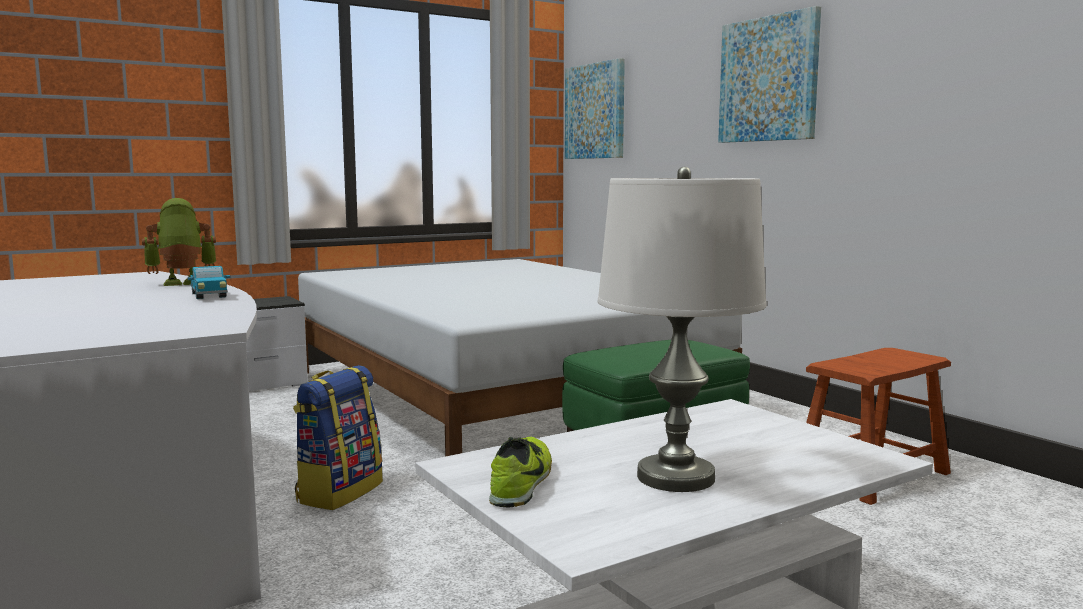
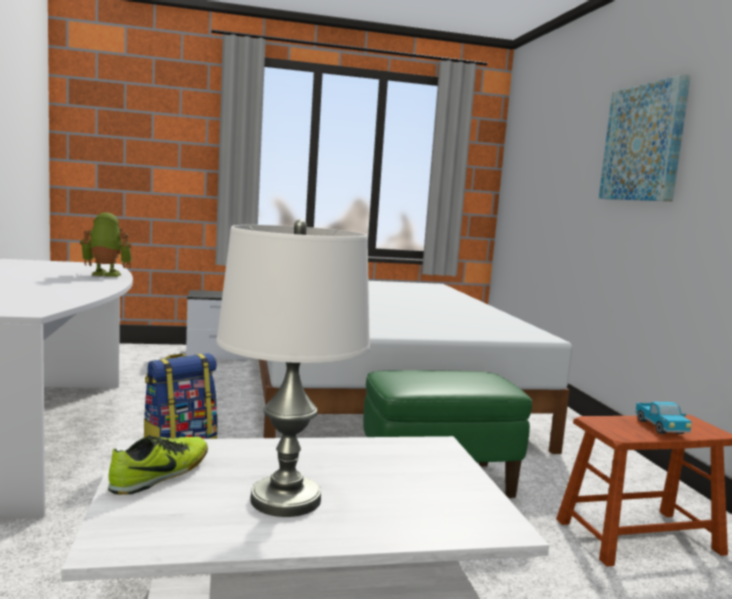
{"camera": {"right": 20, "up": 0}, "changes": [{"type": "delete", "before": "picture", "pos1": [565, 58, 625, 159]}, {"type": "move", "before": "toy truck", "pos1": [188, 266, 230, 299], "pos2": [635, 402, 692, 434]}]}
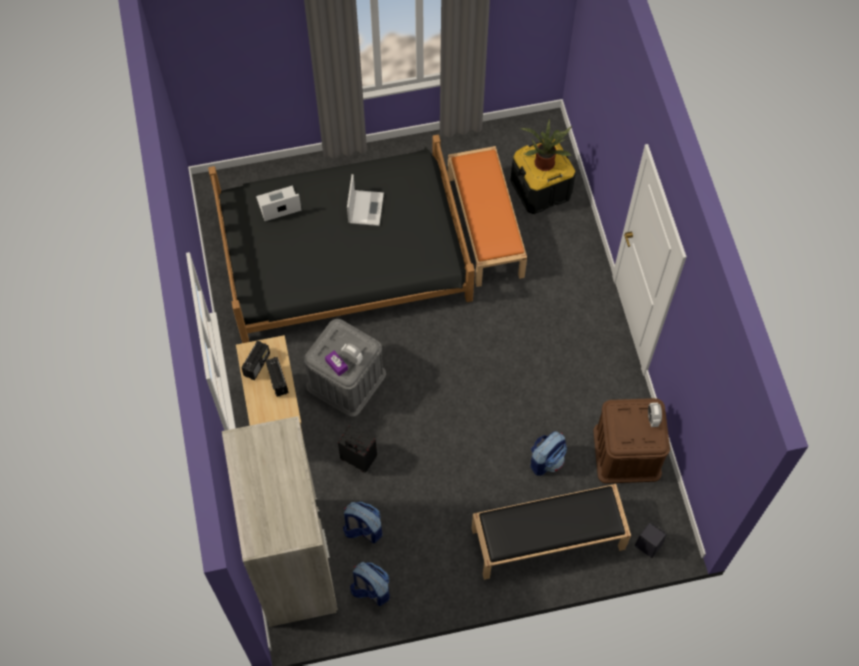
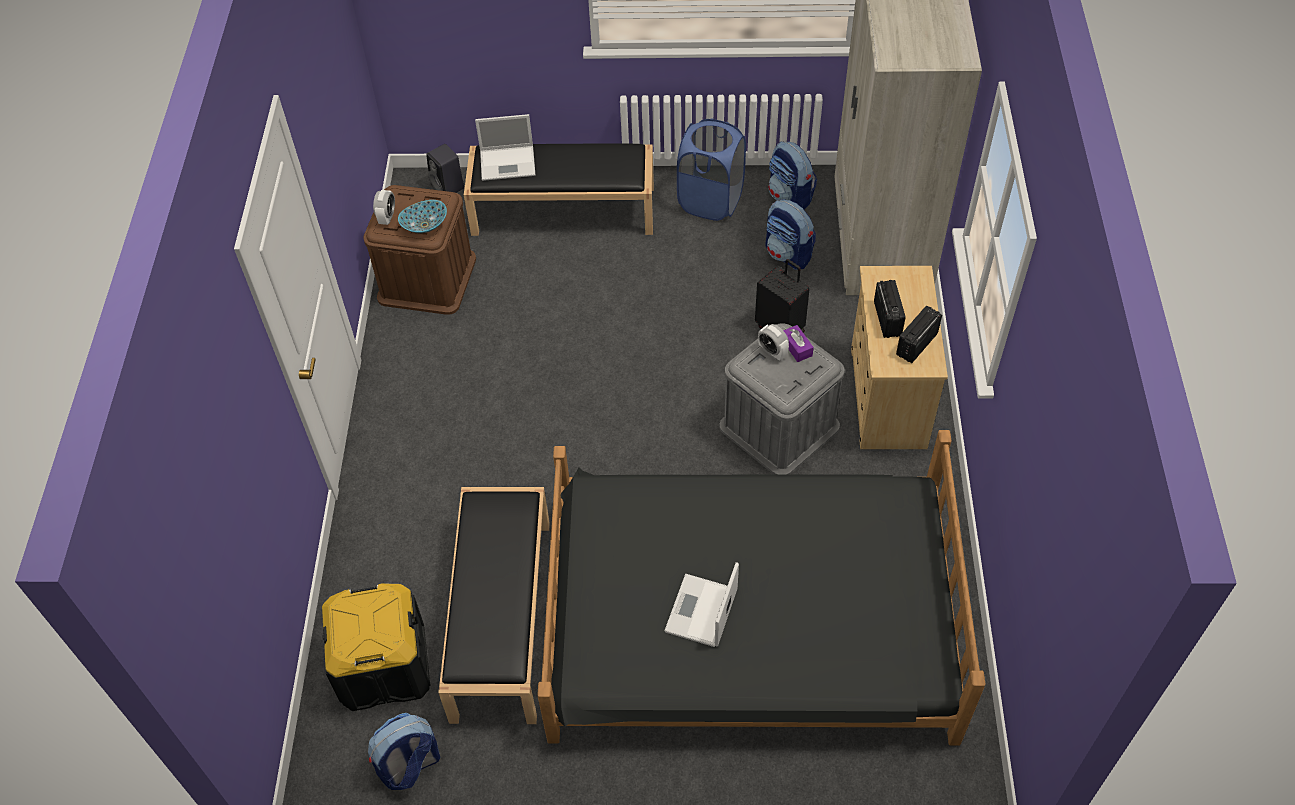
{"camera": {"right": -165, "up": -10}, "changes": [{"type": "delete", "before": "potted plant", "pos1": [520, 118, 572, 171]}, {"type": "recolor", "before": "orange-coloured bench", "after": "black-coloured bench", "pos1": [448, 146, 527, 287], "pos2": [438, 487, 550, 724]}, {"type": "move", "before": "notebook computer", "pos1": [256, 186, 301, 221], "pos2": [475, 114, 536, 181]}, {"type": "move", "before": "knapsack", "pos1": [530, 431, 567, 476], "pos2": [368, 713, 440, 790]}, {"type": "insert", "after": "blue hamper", "pos2": [677, 119, 746, 221]}, {"type": "insert", "after": "serving bowl", "pos2": [398, 200, 447, 233]}]}
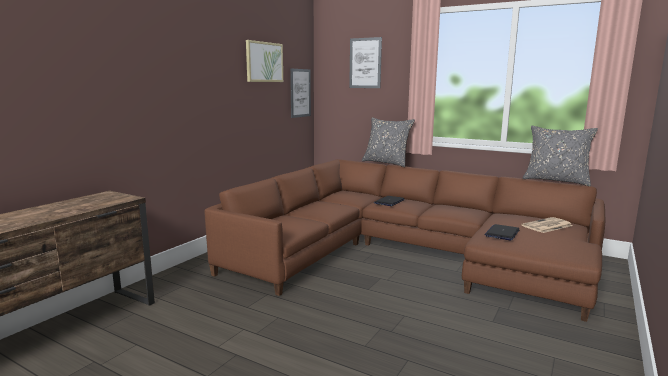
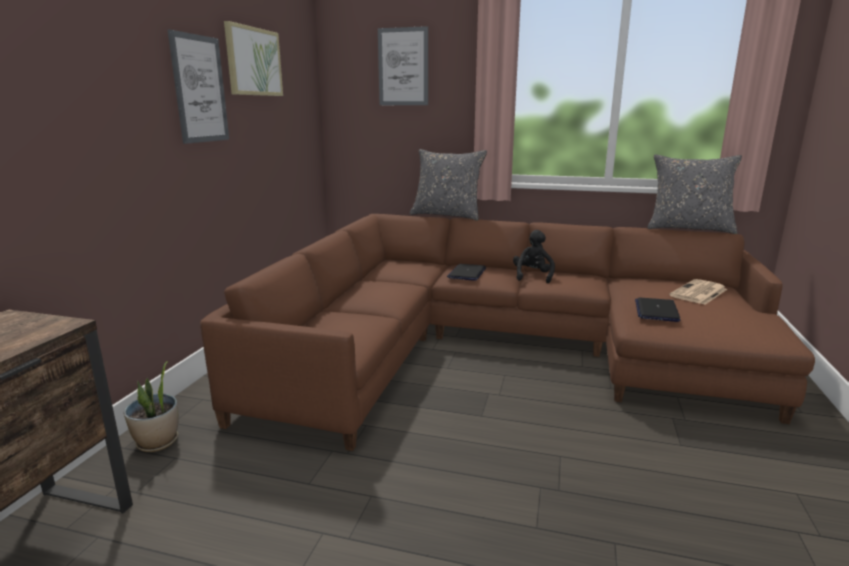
{"camera": {"right": -15, "up": 5}, "changes": [{"type": "move", "before": "picture", "pos1": [290, 69, 311, 118], "pos2": [168, 29, 229, 144]}, {"type": "insert", "after": "black-coloured plush toy", "pos2": [513, 230, 555, 283]}, {"type": "insert", "after": "potted plant", "pos2": [124, 361, 178, 452]}]}
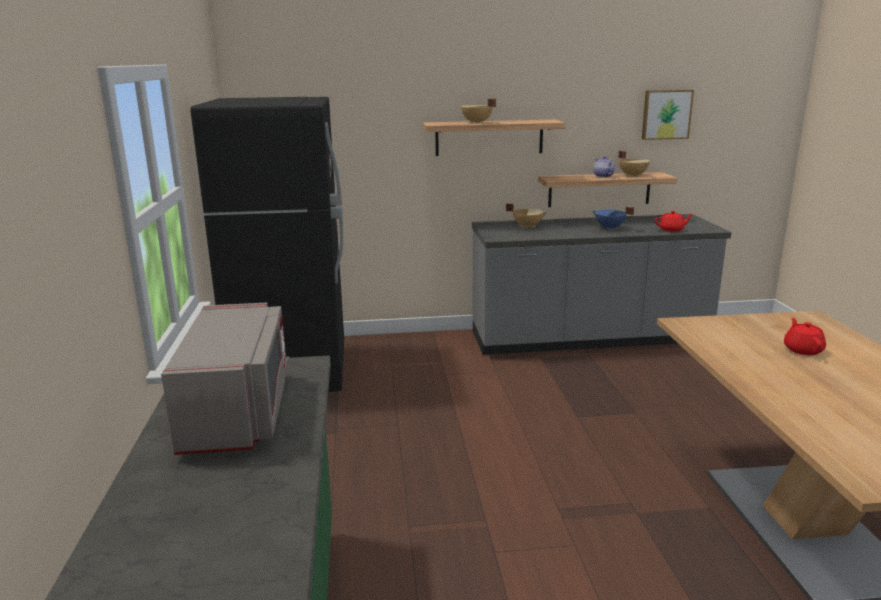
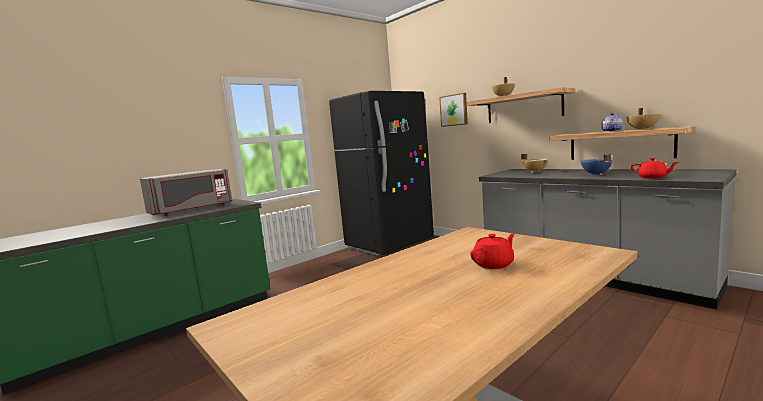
{"camera": {"right": 55, "up": -10}, "changes": [{"type": "move", "before": "picture", "pos1": [642, 90, 694, 140], "pos2": [439, 93, 468, 127]}]}
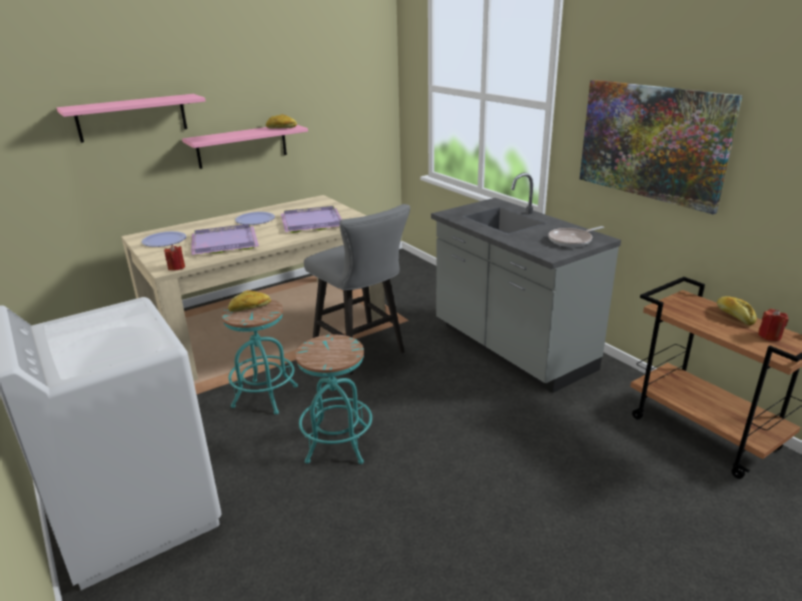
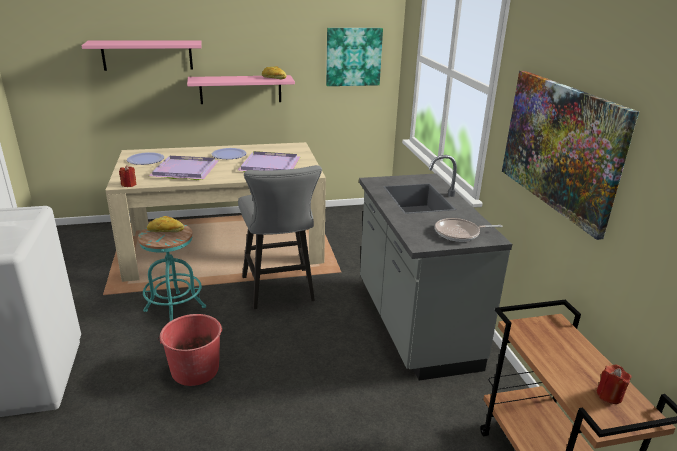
{"camera": {"right": 20, "up": 0}, "changes": [{"type": "delete", "before": "bakery bread", "pos1": [717, 296, 757, 325]}, {"type": "replace", "before": "turquoise-coloured stool", "after": "red water bucket", "pos1": [295, 335, 372, 464], "pos2": [158, 314, 223, 386]}, {"type": "insert", "after": "picture", "pos2": [326, 28, 383, 86]}]}
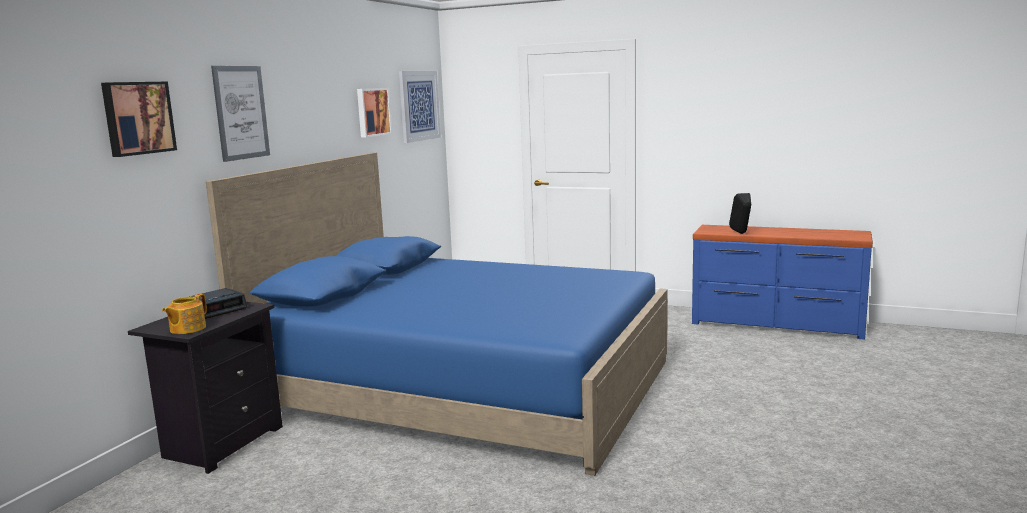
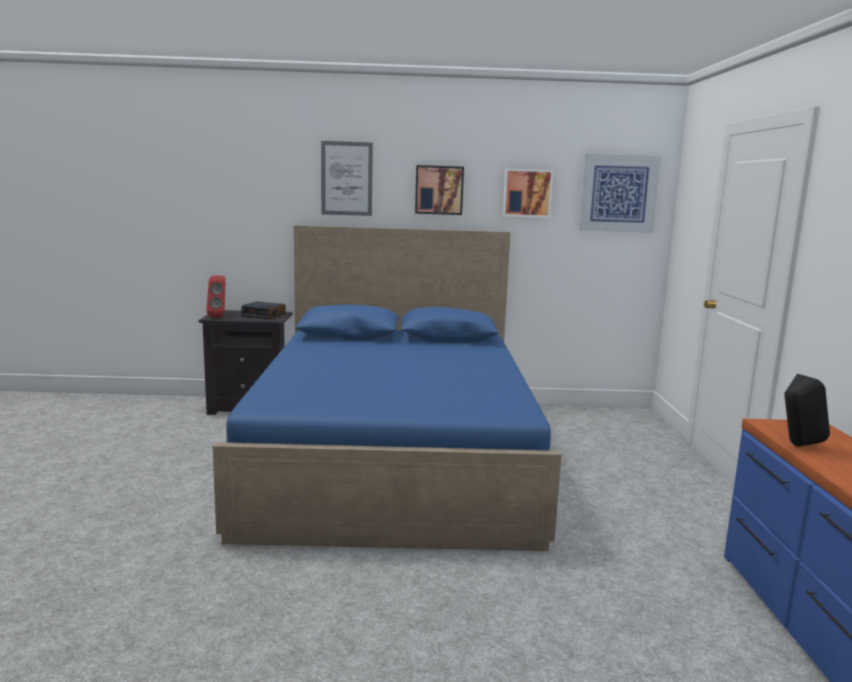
{"camera": {"right": 65, "up": 0}, "changes": [{"type": "move", "before": "picture", "pos1": [101, 82, 177, 157], "pos2": [415, 165, 464, 215]}, {"type": "replace", "before": "teapot", "after": "red audio speaker", "pos1": [162, 294, 207, 334], "pos2": [207, 275, 226, 317]}]}
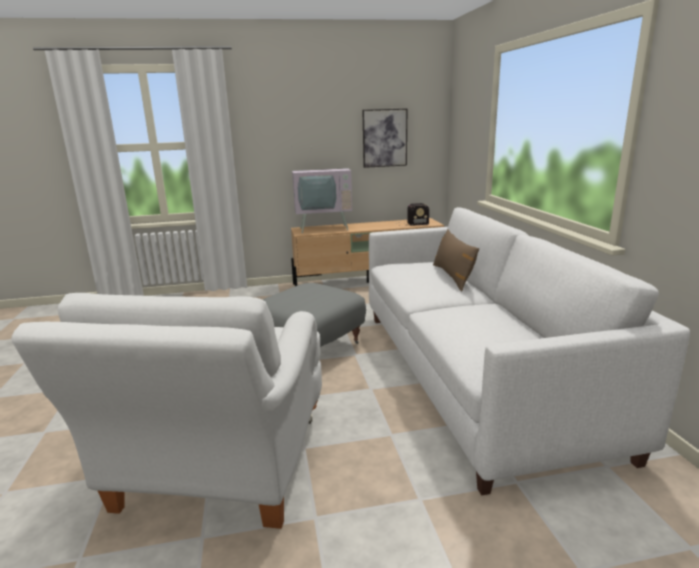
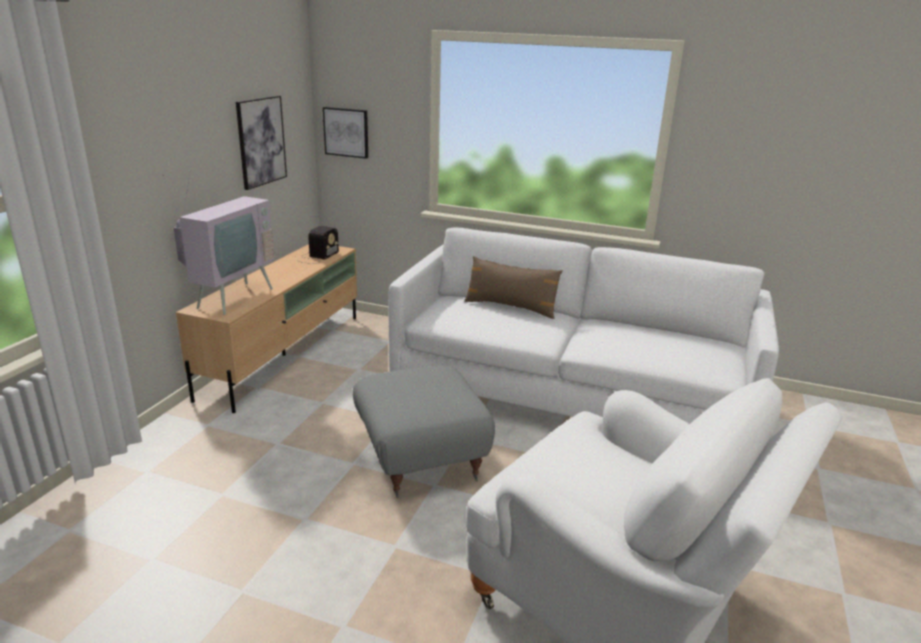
{"camera": {"right": -60, "up": 5}, "changes": [{"type": "insert", "after": "picture", "pos2": [323, 107, 368, 159]}]}
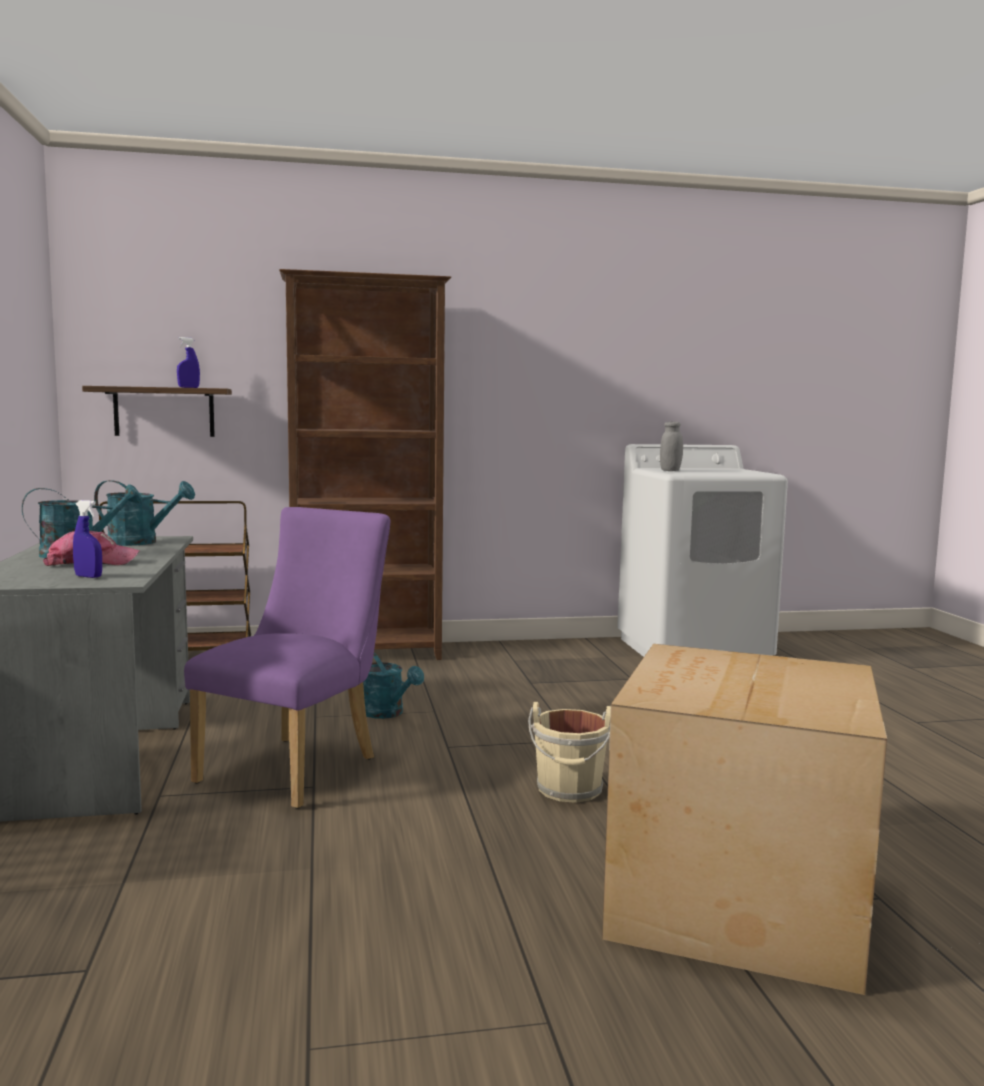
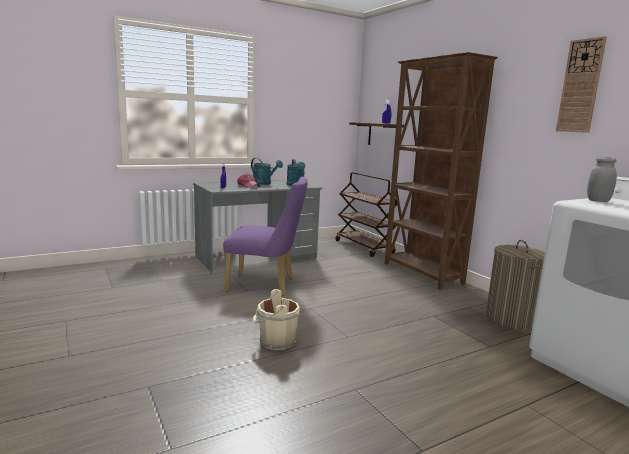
{"camera": {"right": 70, "up": 5}, "changes": [{"type": "delete", "before": "cardboard box", "pos1": [602, 644, 887, 995]}, {"type": "delete", "before": "turquoise-coloured watering can", "pos1": [363, 653, 424, 719]}, {"type": "insert", "after": "hanging clock", "pos2": [556, 36, 607, 133]}, {"type": "insert", "after": "hamper", "pos2": [486, 240, 545, 330]}]}
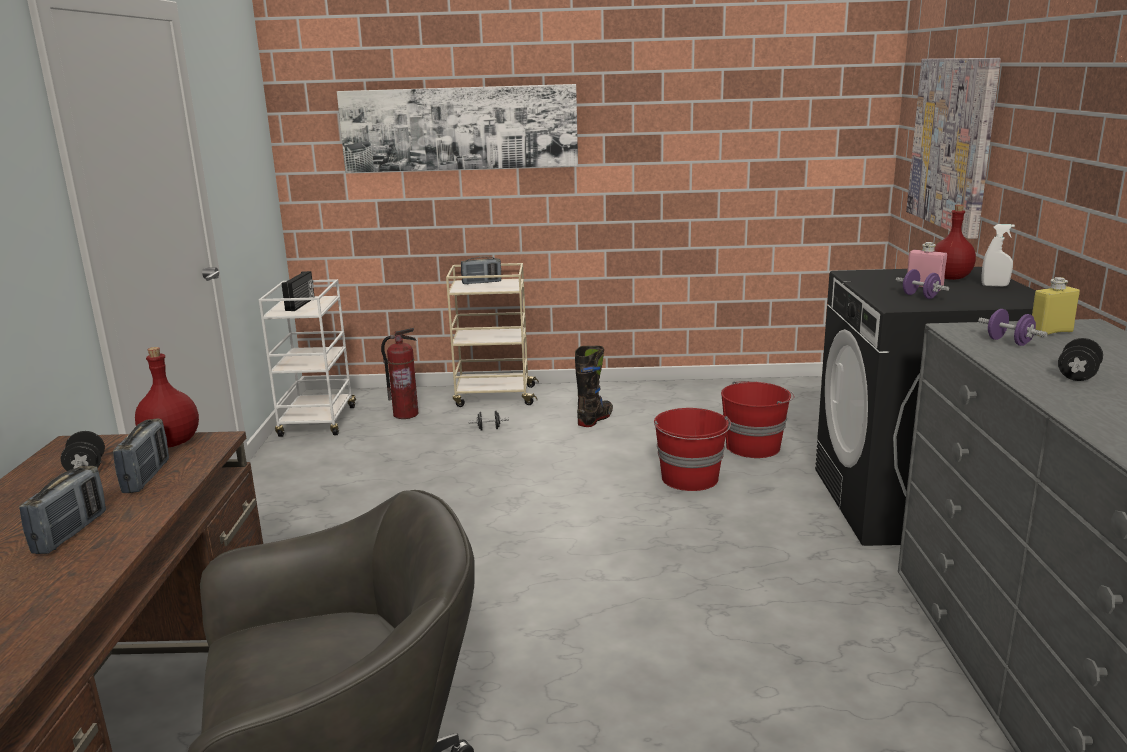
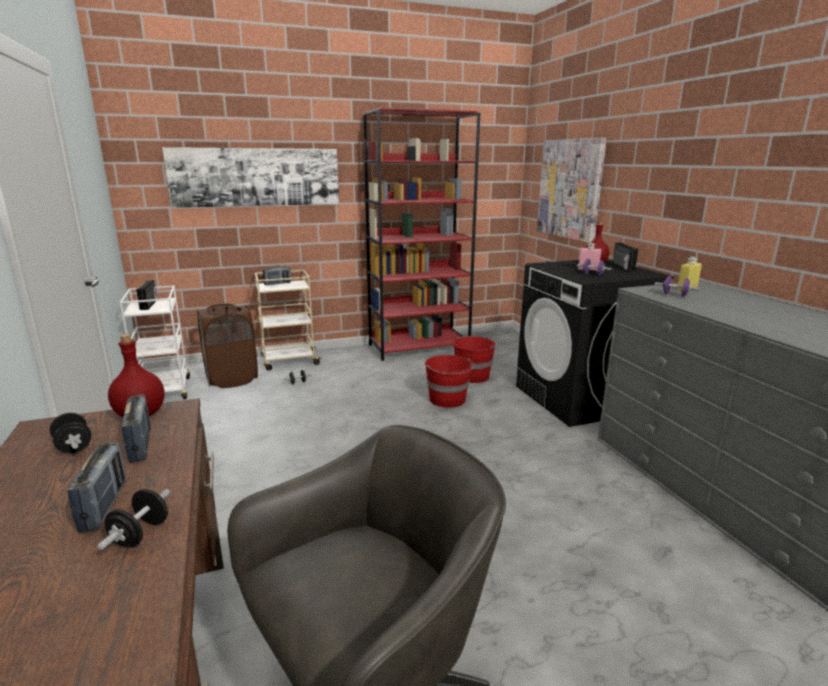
{"camera": {"right": -20, "up": 0}, "changes": [{"type": "replace", "before": "whitish sprayer", "after": "radio", "pos1": [982, 224, 1015, 287], "pos2": [613, 243, 638, 272]}, {"type": "replace", "before": "extinguisher", "after": "brown-coloured hamper", "pos1": [381, 328, 418, 419], "pos2": [197, 303, 258, 388]}, {"type": "move", "before": "black-coloured free weight", "pos1": [1058, 338, 1103, 381], "pos2": [97, 489, 170, 550]}, {"type": "delete", "before": "black-coloured tall boot", "pos1": [575, 346, 613, 427]}, {"type": "insert", "after": "red bookcase", "pos2": [363, 107, 480, 361]}]}
